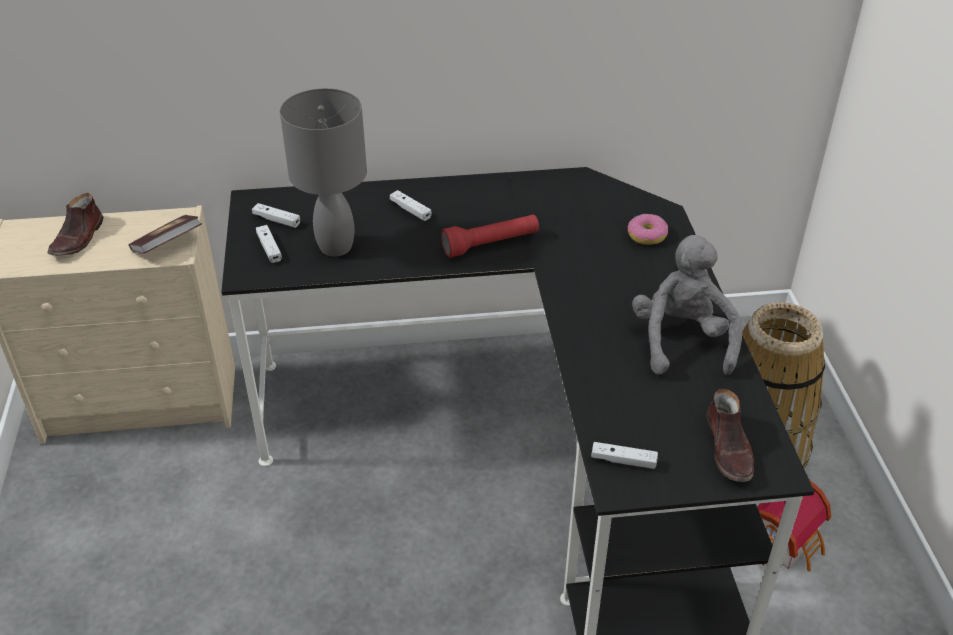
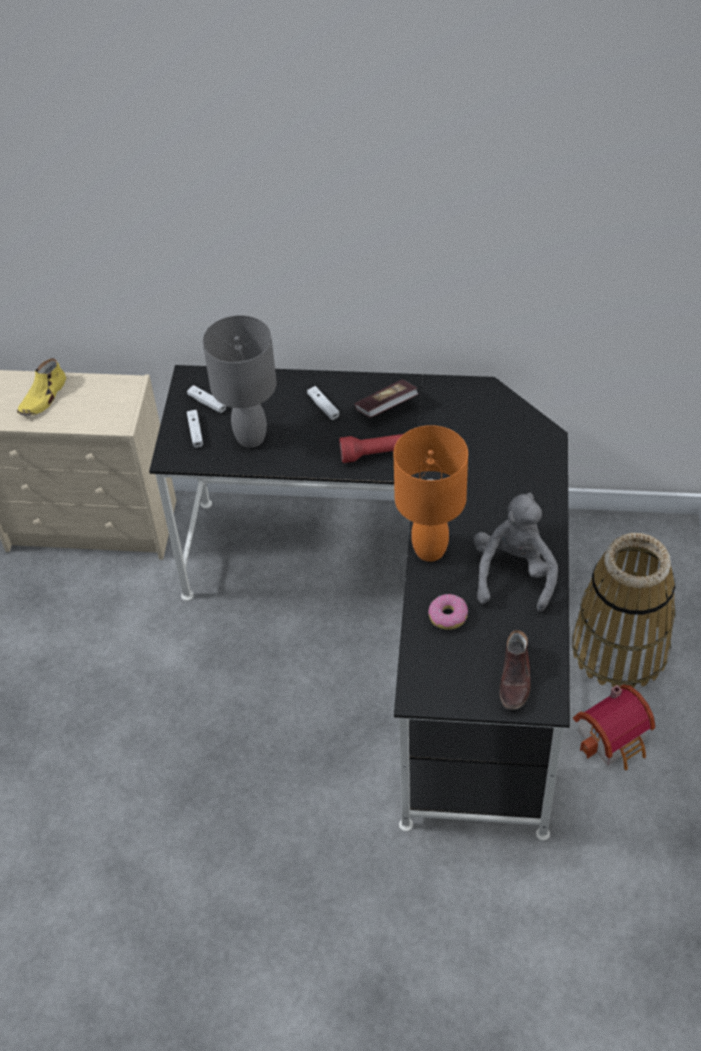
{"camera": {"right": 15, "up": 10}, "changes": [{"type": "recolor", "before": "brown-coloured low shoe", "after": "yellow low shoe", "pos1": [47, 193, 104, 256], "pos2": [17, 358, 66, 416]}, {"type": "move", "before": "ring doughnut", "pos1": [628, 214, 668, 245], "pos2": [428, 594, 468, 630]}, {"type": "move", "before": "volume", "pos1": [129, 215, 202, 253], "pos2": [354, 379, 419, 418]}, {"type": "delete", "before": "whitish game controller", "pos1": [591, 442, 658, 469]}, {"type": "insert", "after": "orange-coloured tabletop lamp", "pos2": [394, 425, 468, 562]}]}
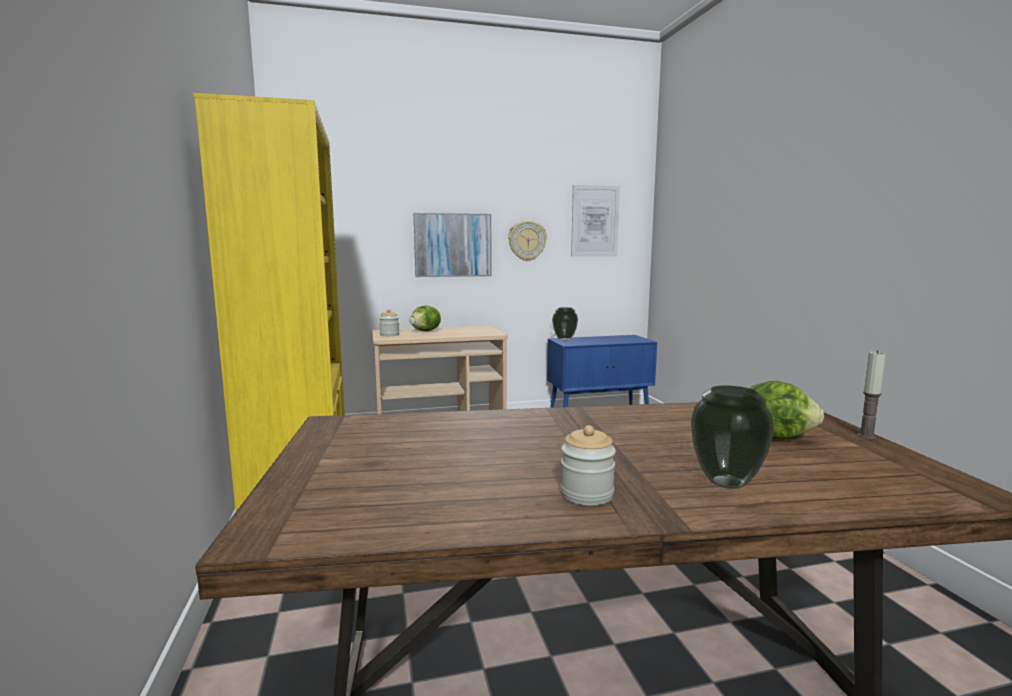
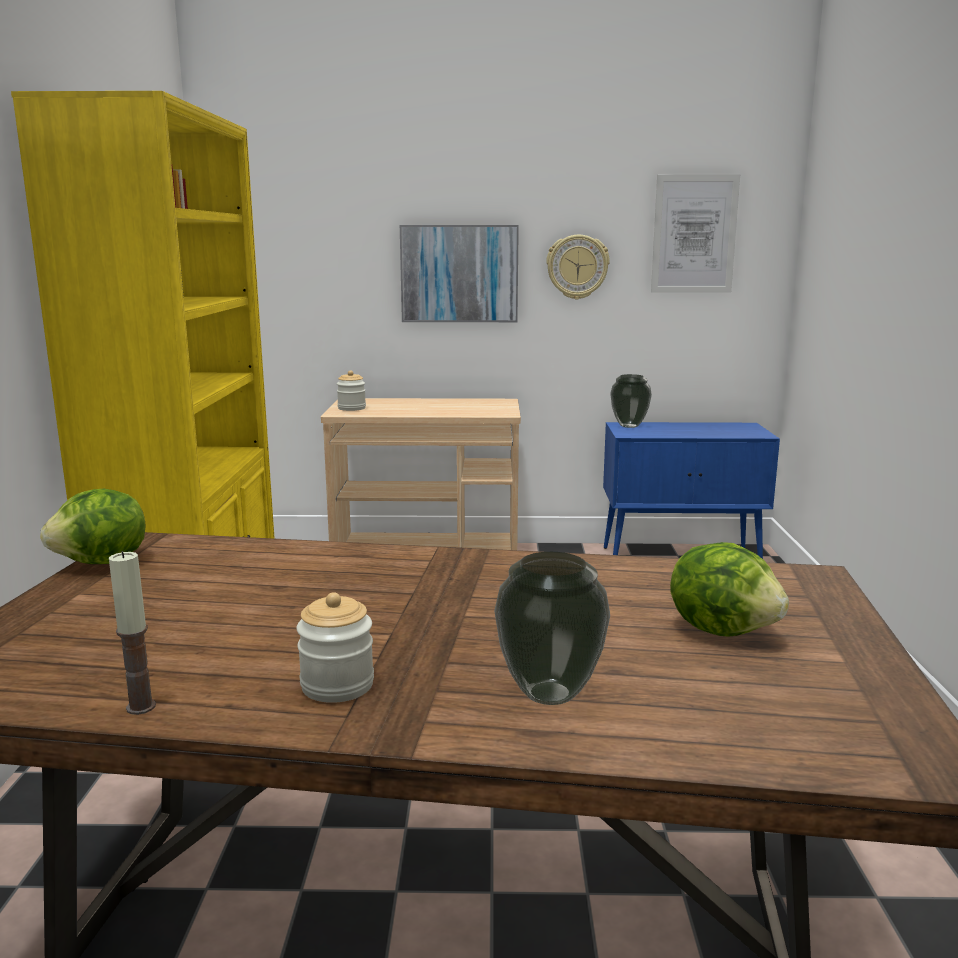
{"camera": {"right": 15, "up": 5}, "changes": [{"type": "move", "before": "head of lettuce", "pos1": [409, 306, 441, 331], "pos2": [40, 489, 146, 564]}, {"type": "move", "before": "wax light", "pos1": [858, 350, 886, 439], "pos2": [109, 551, 156, 715]}]}
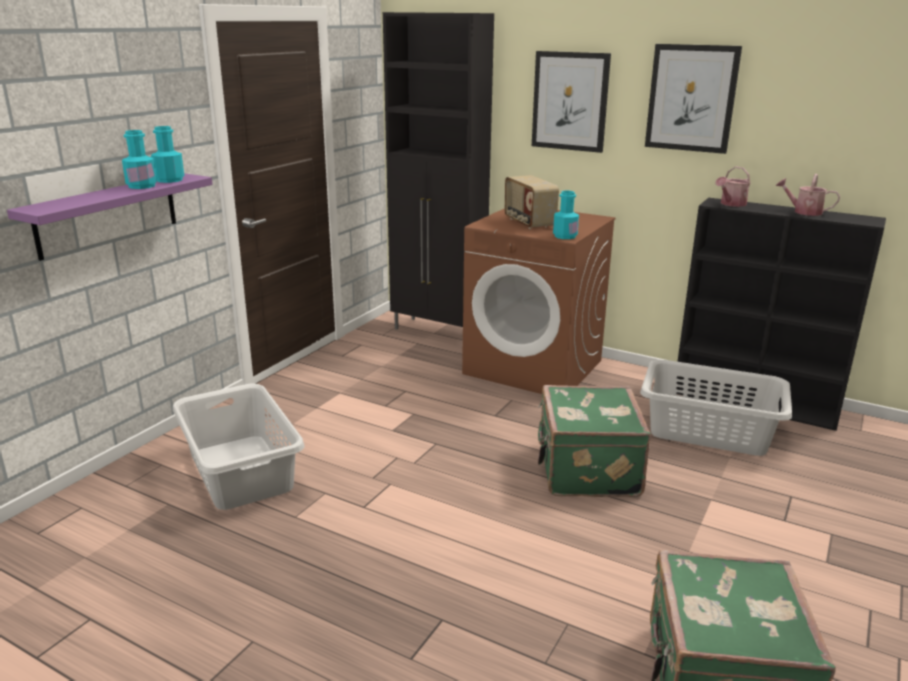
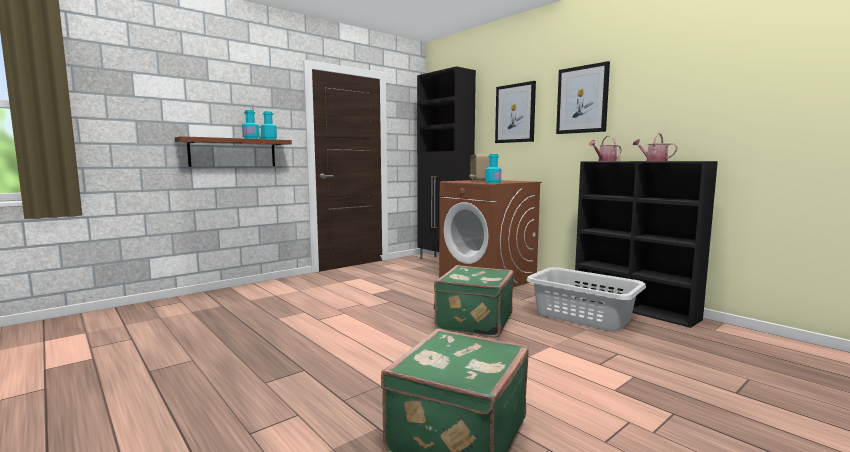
{"camera": {"right": 20, "up": -15}, "changes": [{"type": "recolor", "before": "purplish bracket shelf", "after": "brown-coloured bracket shelf", "pos1": [7, 173, 213, 261], "pos2": [175, 136, 292, 167]}, {"type": "delete", "before": "greyish hamper", "pos1": [173, 383, 305, 510]}]}
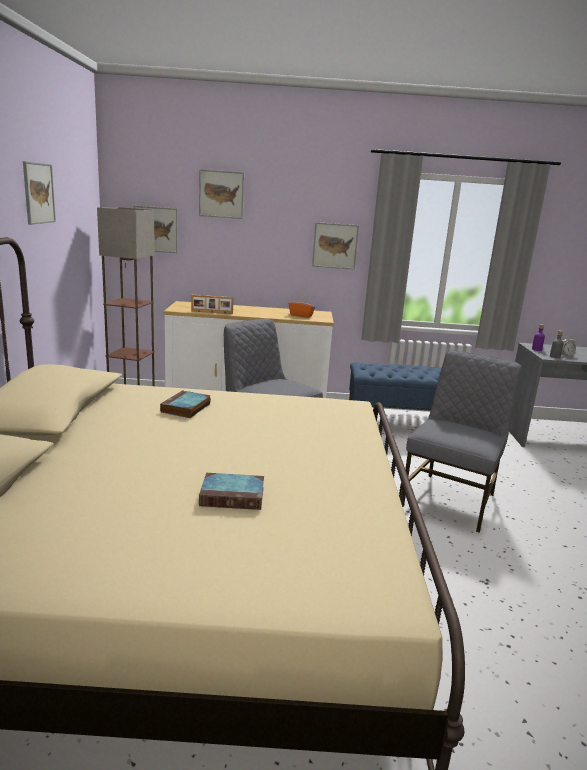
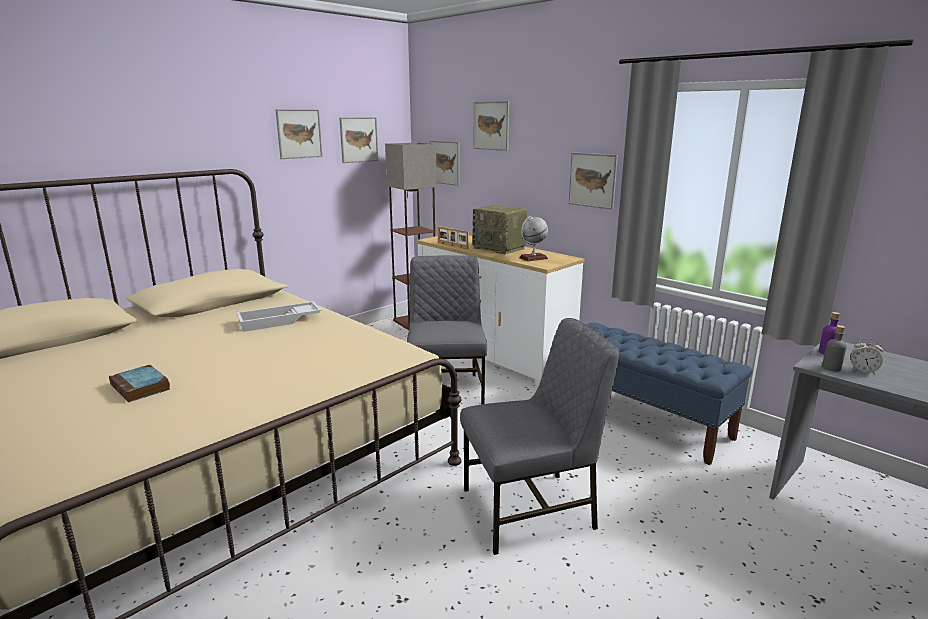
{"camera": {"right": 45, "up": 0}, "changes": [{"type": "replace", "before": "orange-coloured box of tissues", "after": "globe", "pos1": [289, 296, 315, 318], "pos2": [519, 216, 548, 261]}, {"type": "replace", "before": "volume", "after": "whitish serving tray", "pos1": [160, 390, 211, 418], "pos2": [236, 301, 322, 332]}, {"type": "insert", "after": "picture", "pos2": [339, 117, 379, 163]}, {"type": "insert", "after": "radio", "pos2": [473, 205, 527, 255]}]}
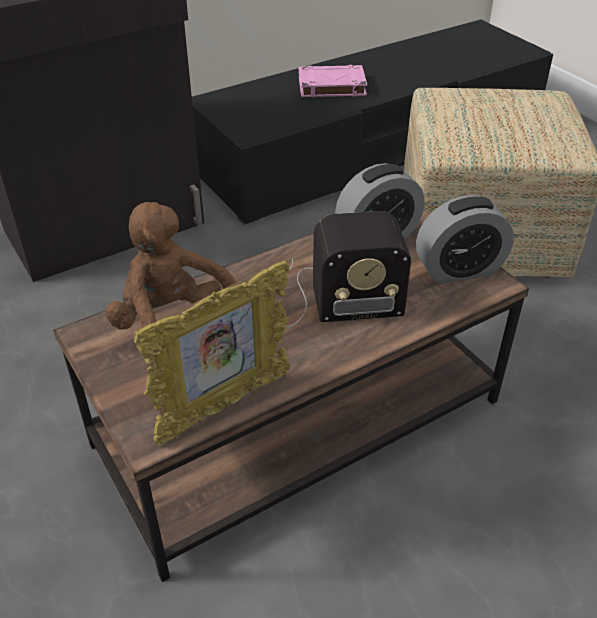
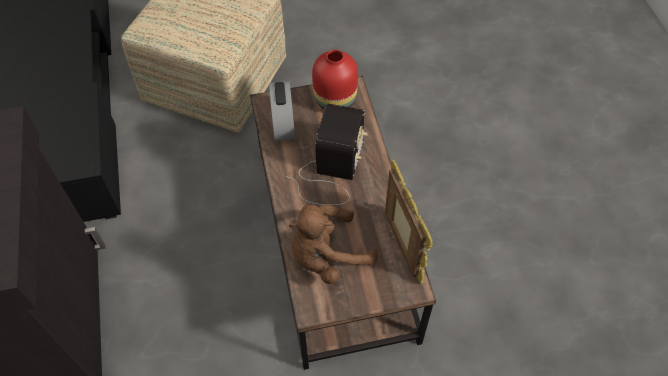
{"camera": {"right": -70, "up": 15}, "changes": [{"type": "delete", "before": "pinkish volume", "pos1": [299, 65, 367, 98]}, {"type": "replace", "before": "table clock", "after": "red decorative vase", "pos1": [416, 195, 514, 284], "pos2": [312, 50, 358, 110]}]}
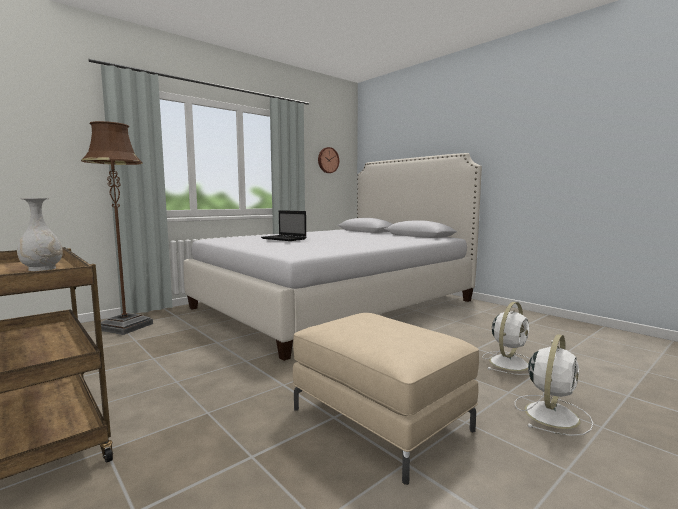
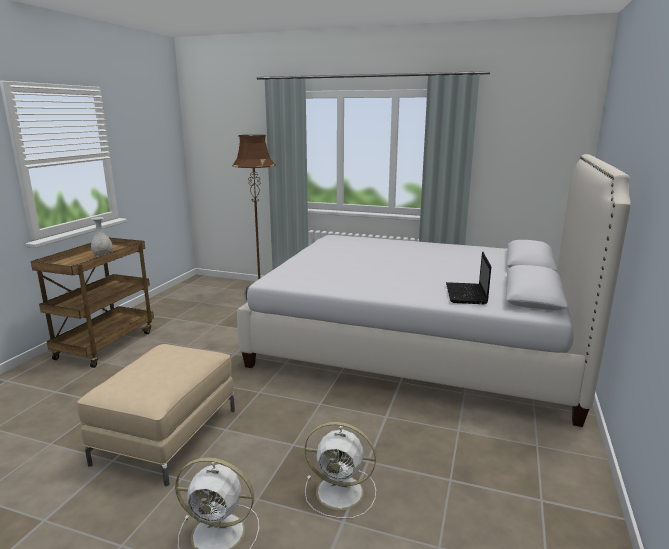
{"camera": {"right": 60, "up": 10}, "changes": [{"type": "delete", "before": "hanging clock", "pos1": [318, 147, 339, 173]}, {"type": "move", "before": "notebook computer", "pos1": [261, 210, 307, 241], "pos2": [446, 252, 491, 304]}]}
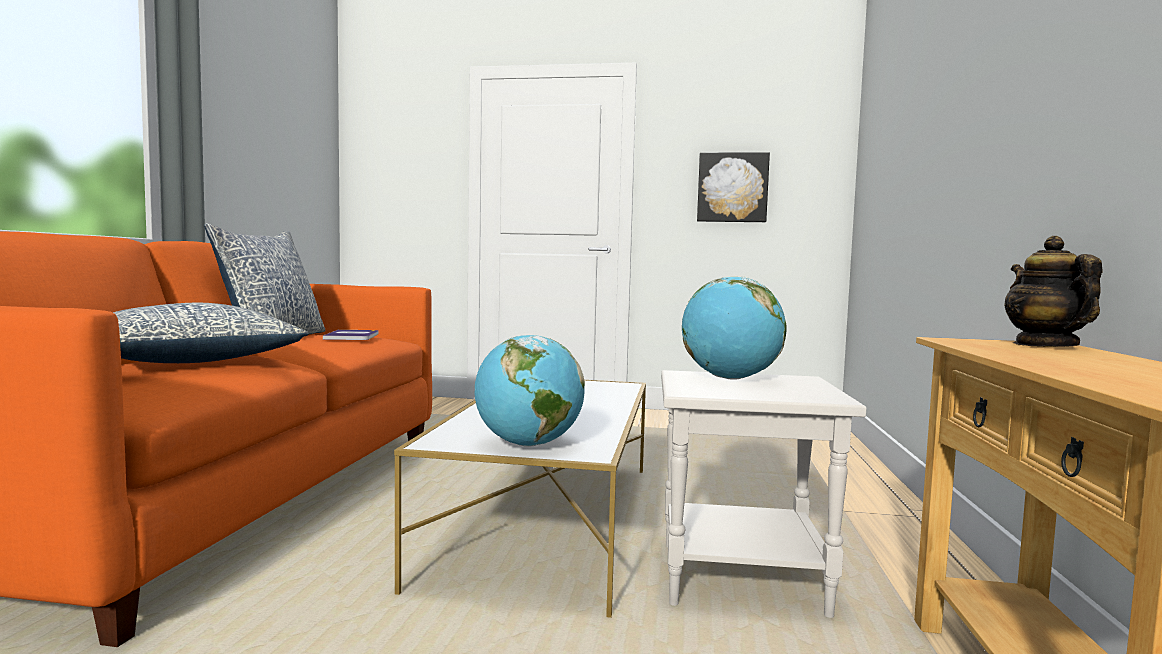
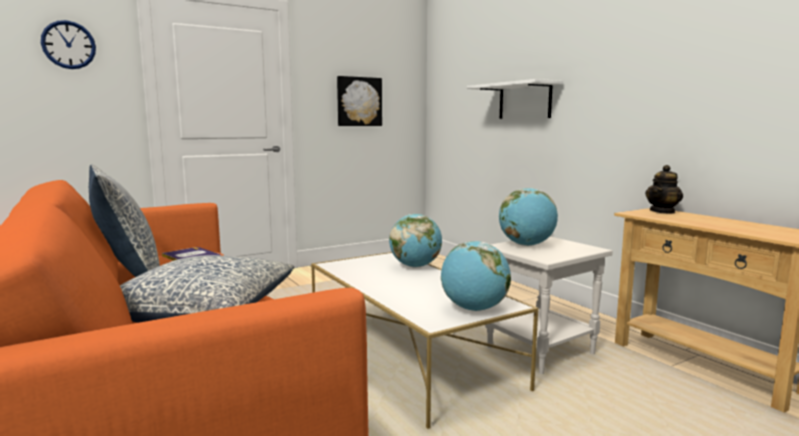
{"camera": {"right": -40, "up": 5}, "changes": [{"type": "rotate", "before": "teapot", "pos1": [1004, 236, 1103, 347], "pos2": [645, 165, 683, 214], "turn": -90}, {"type": "insert", "after": "hanging clock", "pos2": [41, 20, 96, 69]}, {"type": "insert", "after": "whitish bracket shelf", "pos2": [467, 79, 563, 119]}, {"type": "insert", "after": "globe", "pos2": [389, 214, 442, 267]}]}
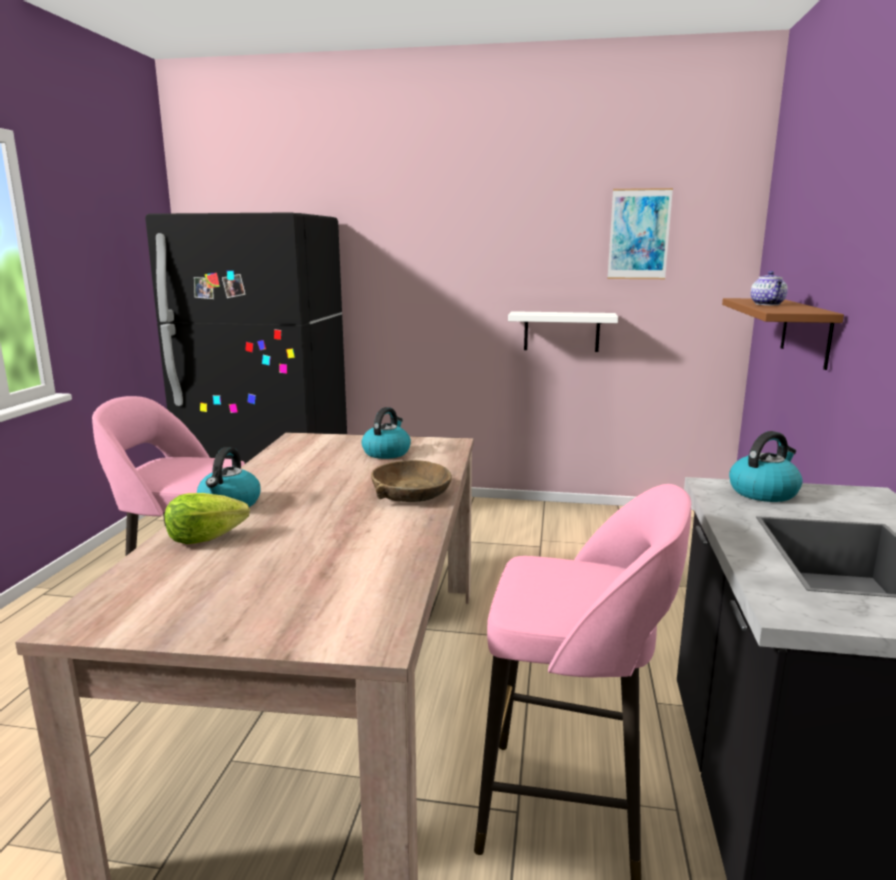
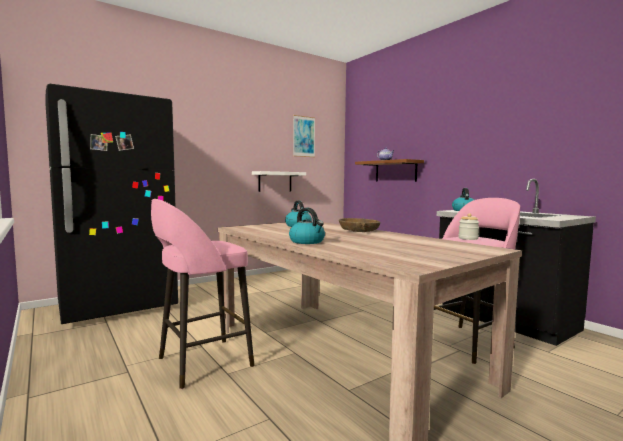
{"camera": {"right": -45, "up": -10}, "changes": [{"type": "delete", "before": "head of lettuce", "pos1": [164, 493, 250, 544]}, {"type": "insert", "after": "jar", "pos2": [459, 213, 480, 240]}]}
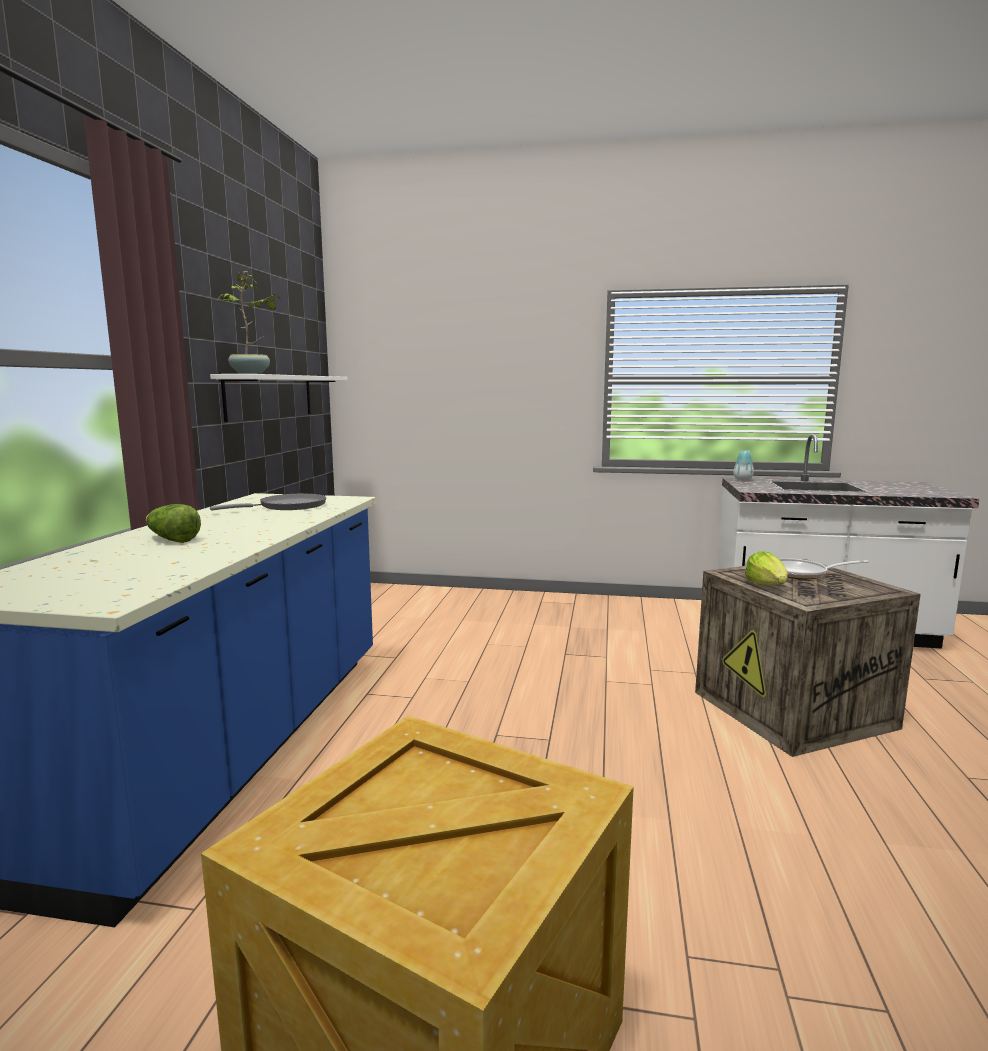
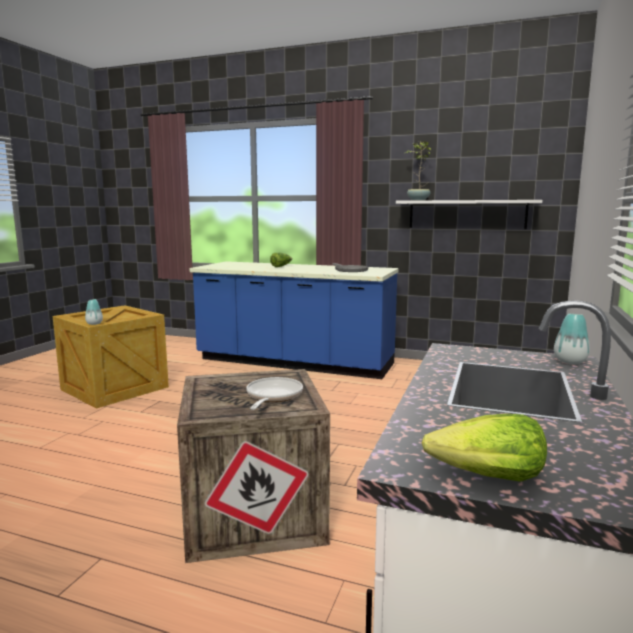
{"camera": {"right": 100, "up": 0}, "changes": [{"type": "move", "before": "head of lettuce", "pos1": [745, 551, 788, 586], "pos2": [422, 414, 547, 481]}, {"type": "insert", "after": "decorative vase", "pos2": [85, 299, 103, 325]}]}
